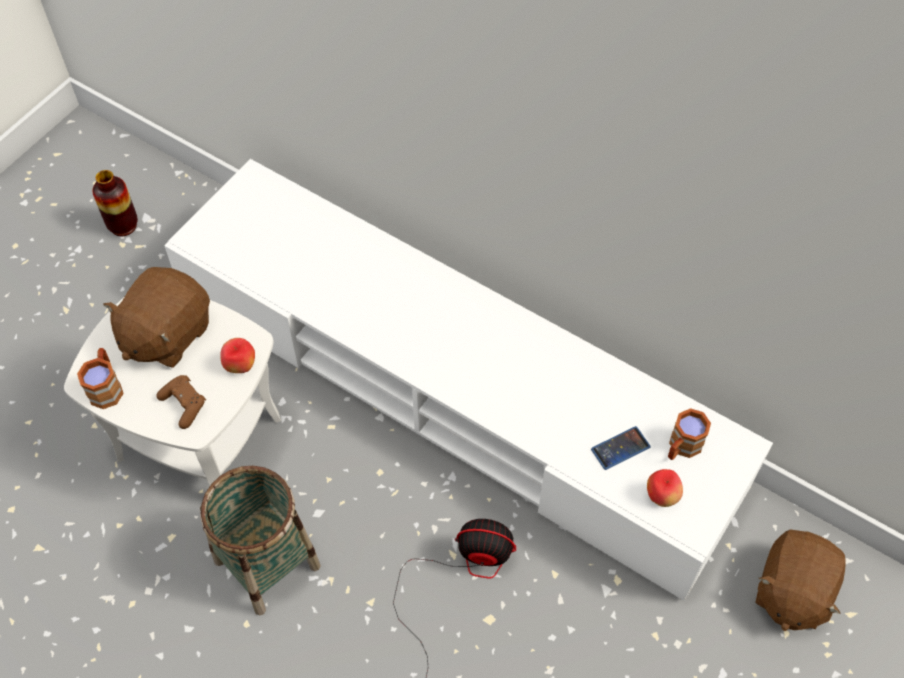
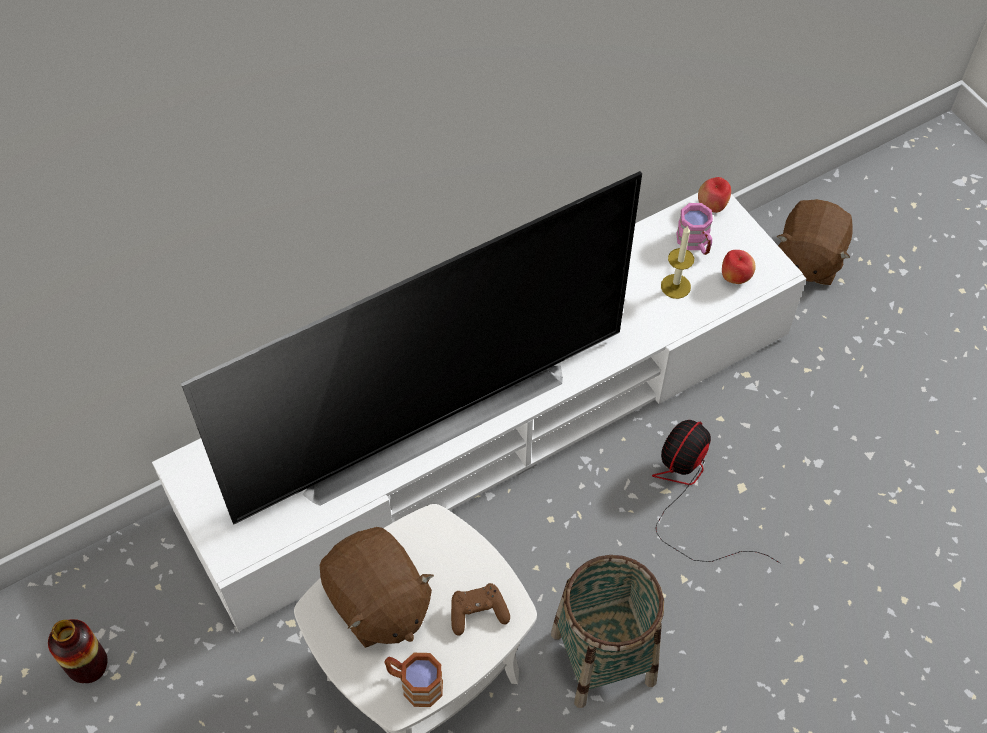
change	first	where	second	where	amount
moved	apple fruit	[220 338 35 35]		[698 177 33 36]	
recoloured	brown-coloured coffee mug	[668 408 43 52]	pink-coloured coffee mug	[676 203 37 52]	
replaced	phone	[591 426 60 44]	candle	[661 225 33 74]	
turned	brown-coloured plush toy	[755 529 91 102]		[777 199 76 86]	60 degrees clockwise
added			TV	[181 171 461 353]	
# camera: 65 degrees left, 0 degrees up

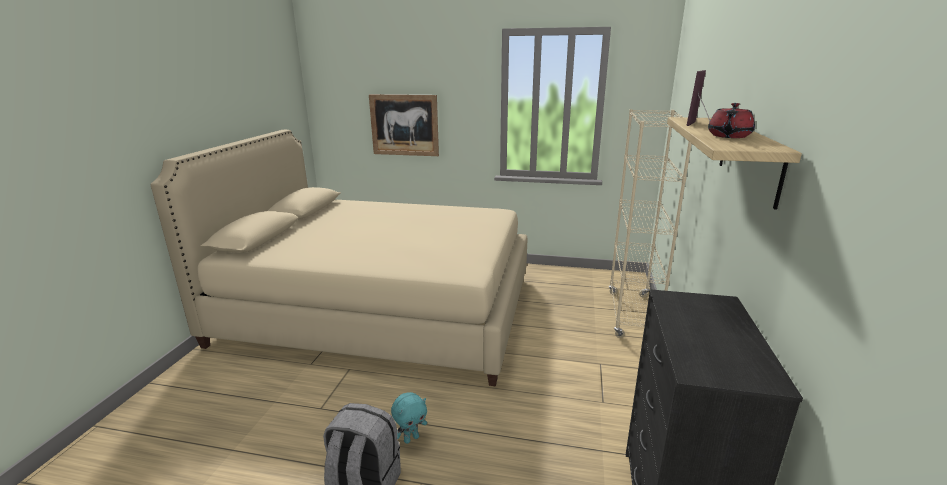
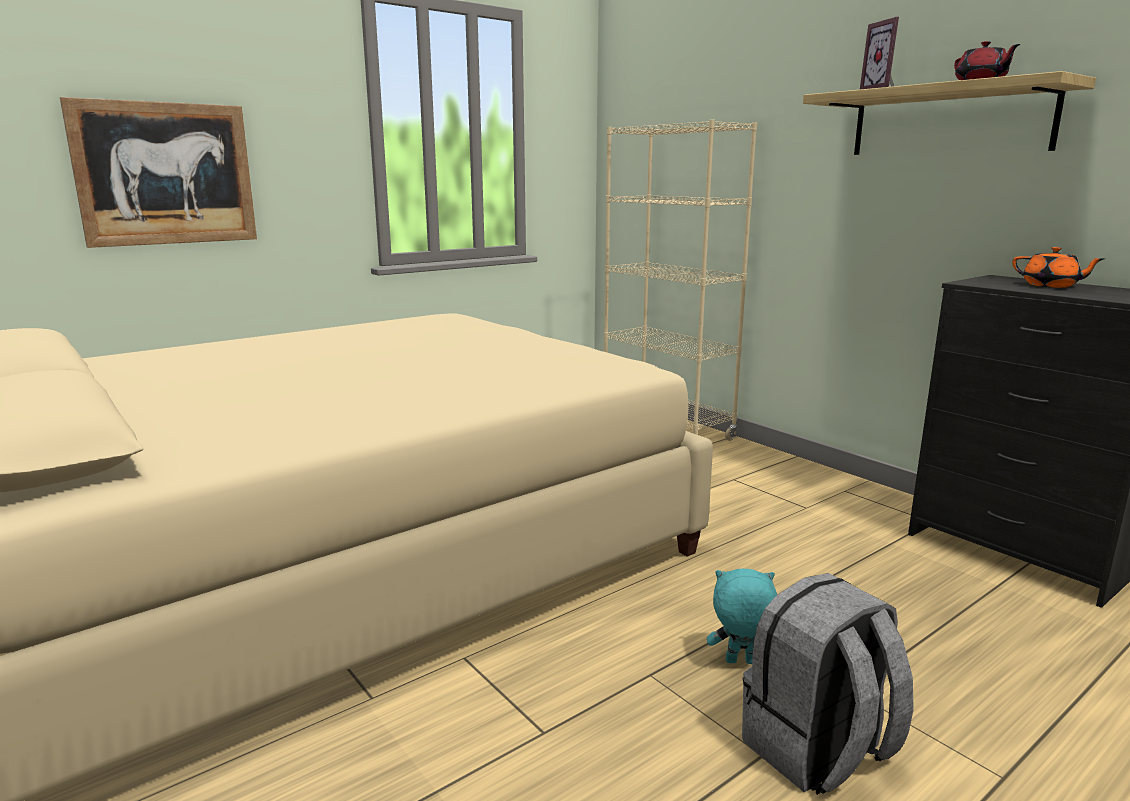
change	first	where	second	where	amount
turned	turquoise plush toy	[391 392 36 52]		[707 569 70 95]	90 degrees counterclockwise
added			orange teapot	[1012 247 94 41]	
# camera: 50 degrees left, 5 degrees down

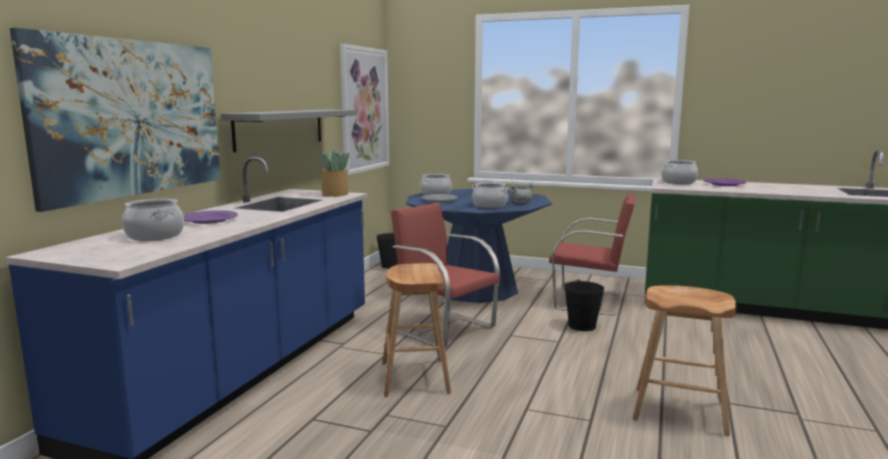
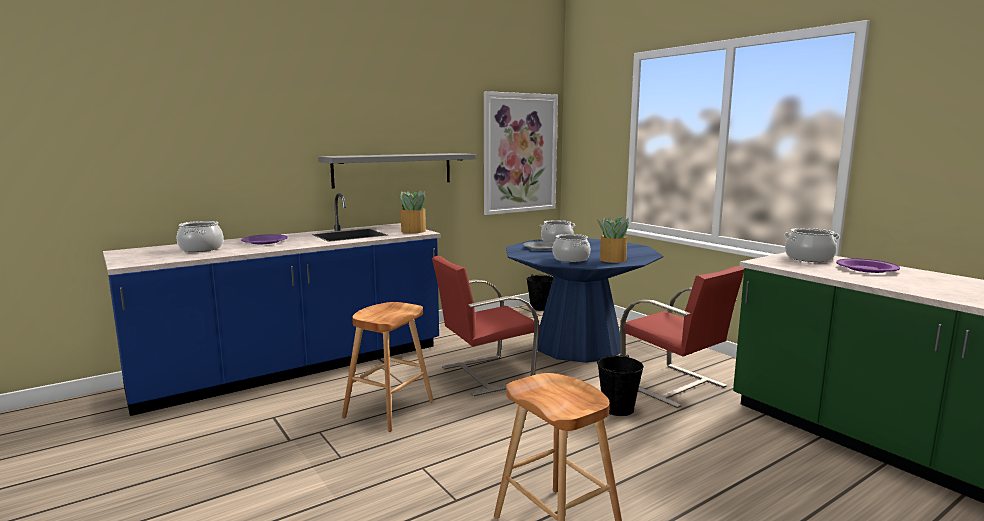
change	first	where	second	where	amount
removed	wall picture	[10 28 211 184]			
replaced	greyish stockpot	[510 183 24 20]	potted plant	[597 217 32 46]	
turned	red-coloured plain chair	[391 203 109 144]		[432 256 108 140]	105 degrees counterclockwise
# camera: 35 degrees right, 0 degrees up

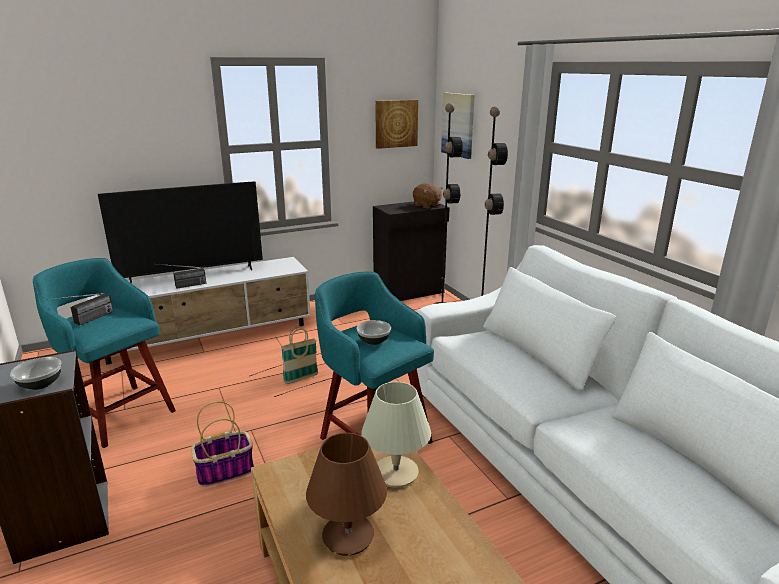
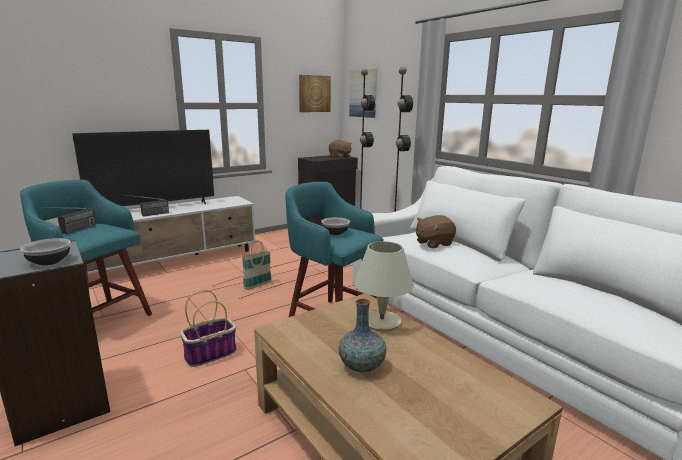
change	first	where	second	where	amount
replaced	brown-coloured lamp for a table	[306 433 81 123]	flower vase	[338 299 48 73]	
added			brown-coloured plush toy	[416 215 40 33]	
# camera: 10 degrees left, 5 degrees down

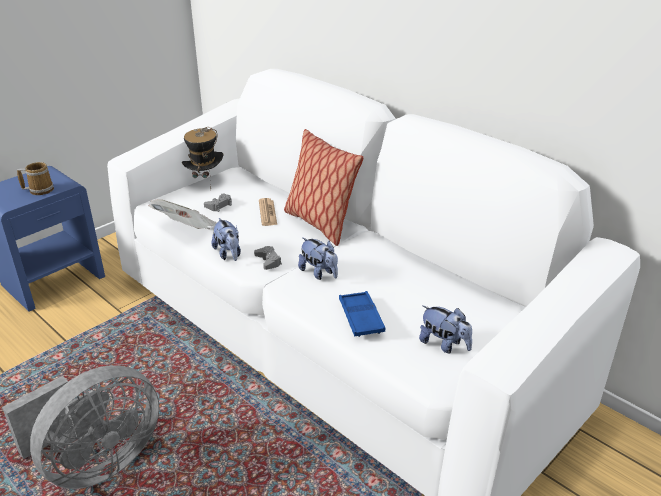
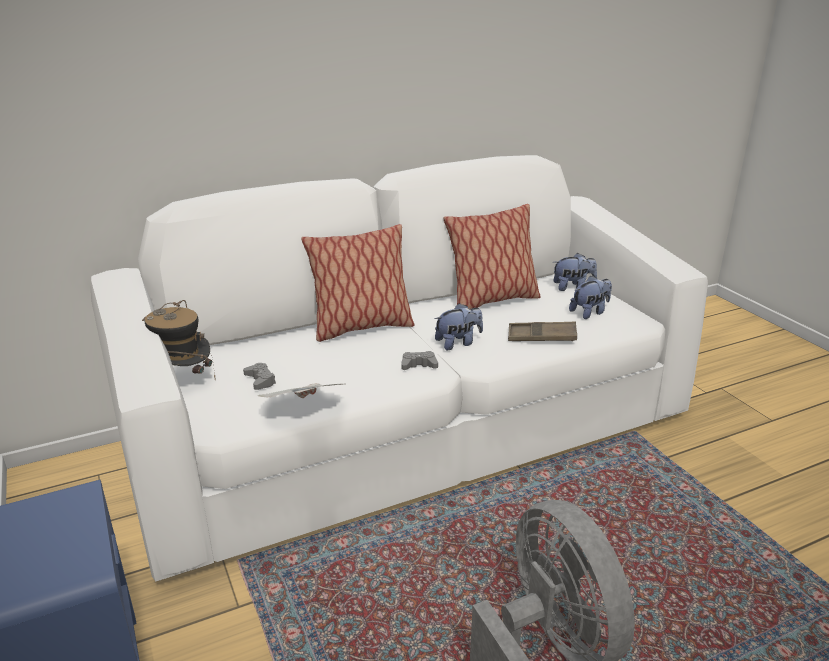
change	first	where	second	where	amount
removed	coffee mug	[17 162 37 33]			
removed	newspaper	[259 198 18 28]			
moved	plush toy	[212 218 29 43]		[553 253 44 38]	
recoloured	blue serving tray	[339 291 46 46]	brown-coloured serving tray	[508 322 69 19]	
added			throw pillow	[444 204 96 106]	
# camera: 70 degrees left, 5 degrees down

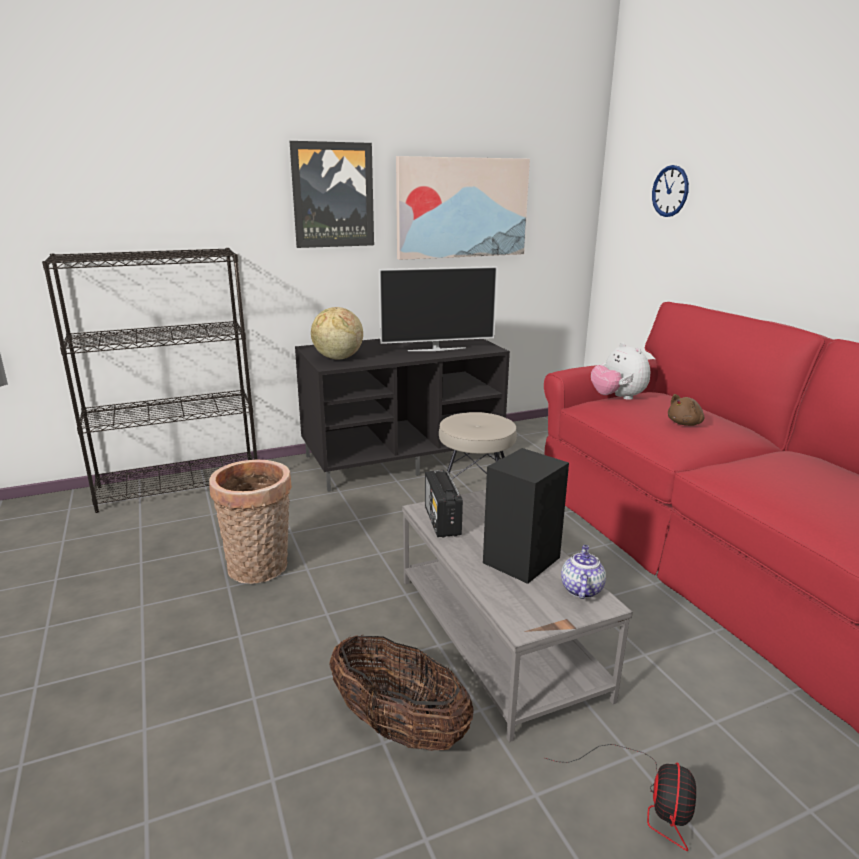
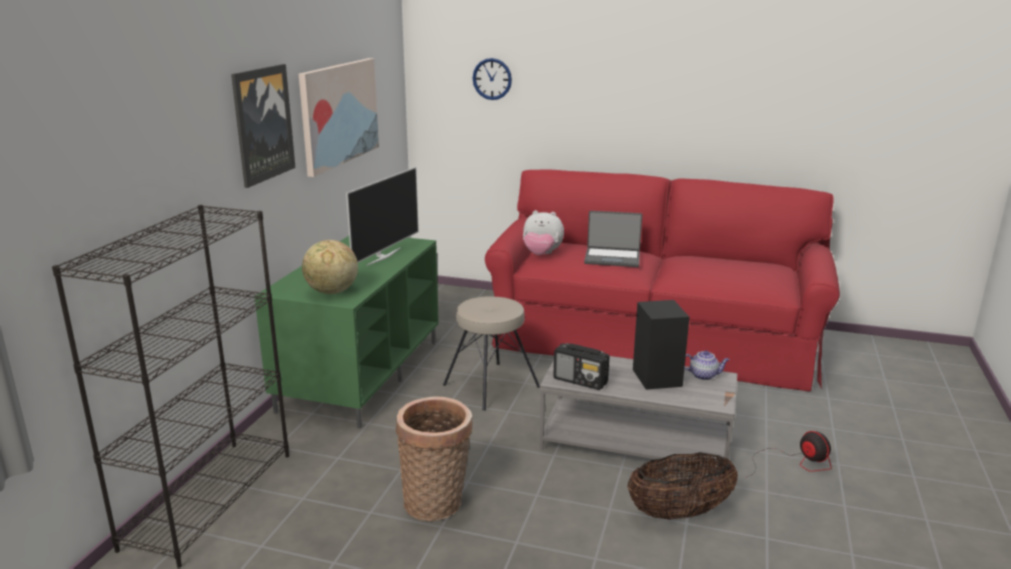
change	first	where	second	where	amount
recoloured	black media console	[295 339 215 153]	green-coloured media console	[254 236 185 193]	
replaced	brown-coloured plush toy	[668 394 36 32]	laptop	[584 211 58 56]	
turned	teapot	[561 545 45 54]		[684 351 46 29]	135 degrees clockwise
# camera: 50 degrees left, 0 degrees up

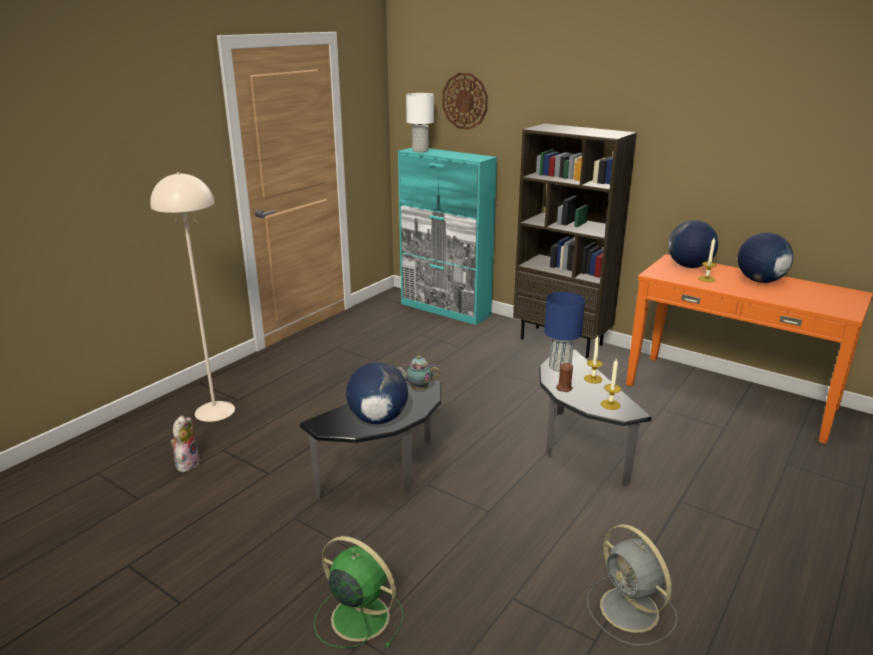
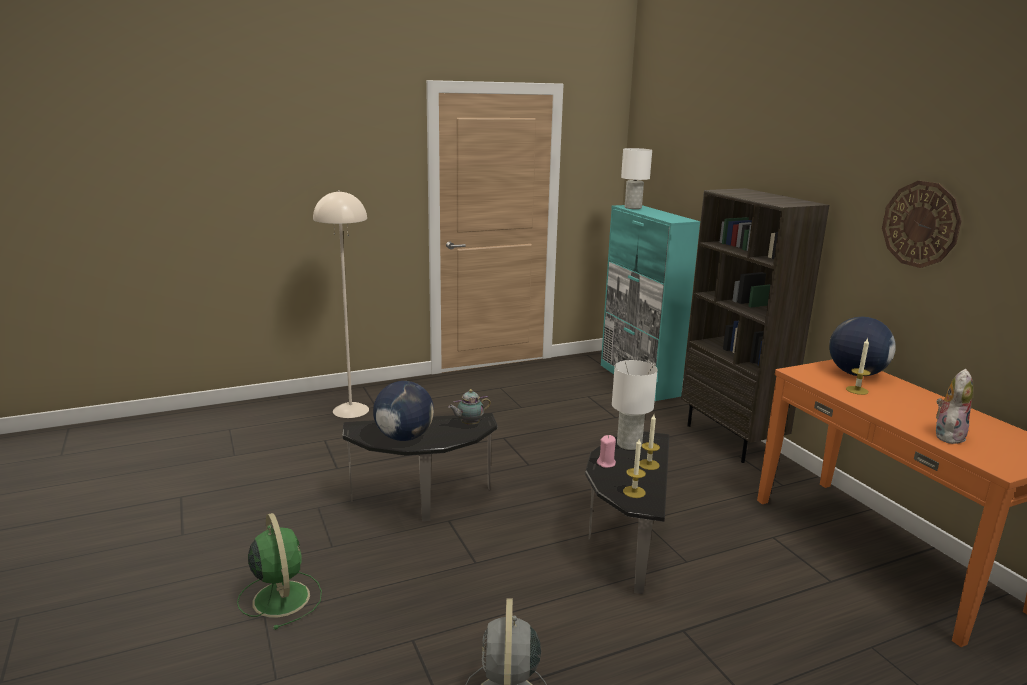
change	first	where	second	where	amount
moved	hanging clock	[442 73 46 57]		[882 181 80 87]	
removed	world globe	[738 232 55 51]			
recoloured	blue lamp for a table	[544 292 41 80]	white-coloured lamp for a table	[612 360 46 90]	
turned	teapot	[396 355 45 35]		[448 389 43 36]	60 degrees counterclockwise
recoloured	brown-coloured candle	[556 363 17 29]	pink-coloured candle	[597 435 19 33]	
moved	plush toy	[171 416 30 57]		[936 369 37 75]	
# camera: 30 degrees right, 5 degrees down

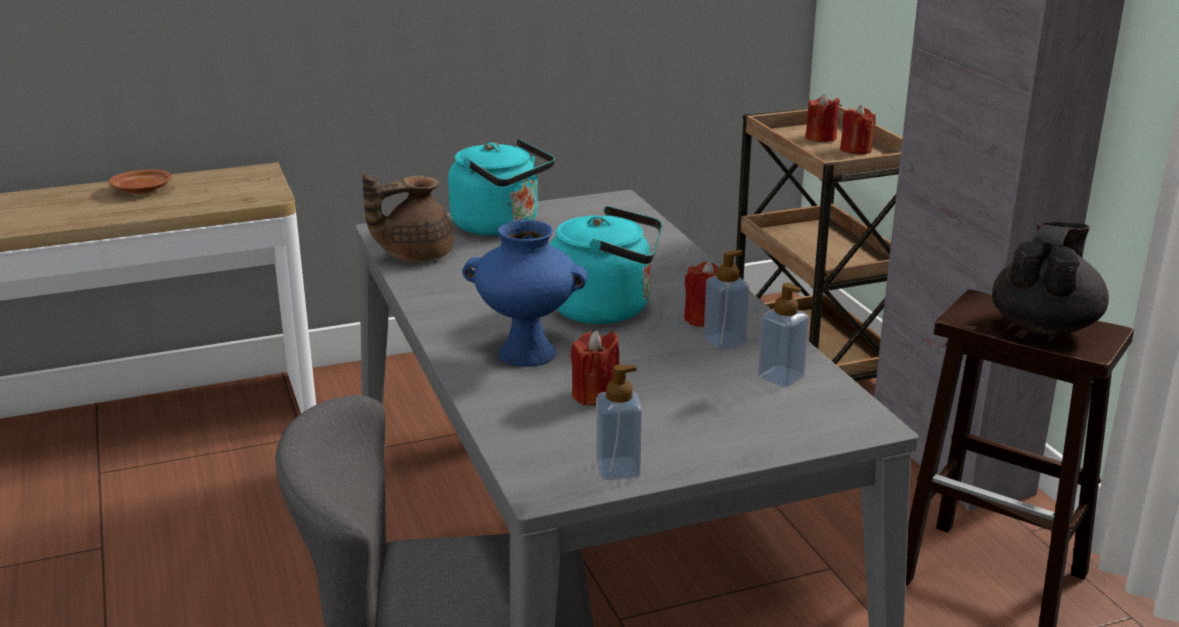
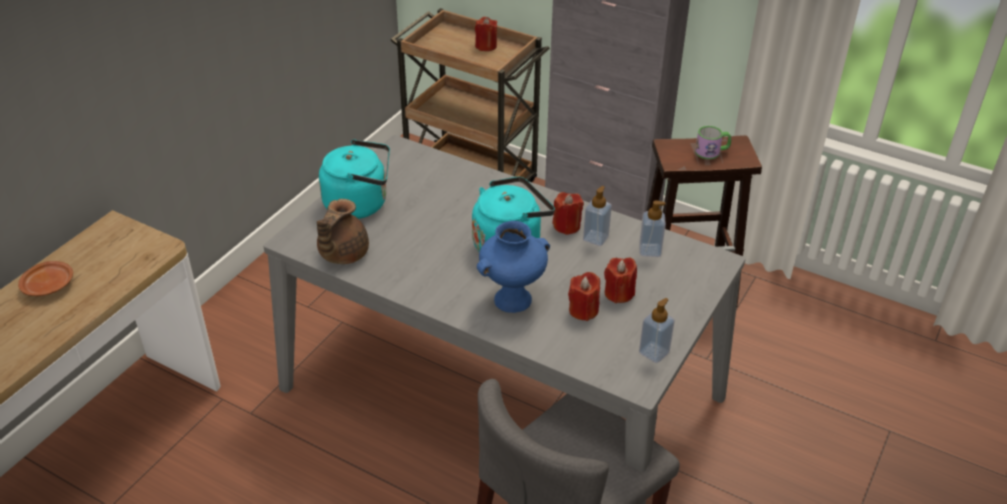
change	first	where	second	where	amount
moved	red-coloured candle	[806 94 34 48]		[604 258 33 45]	
replaced	black teapot	[992 222 117 114]	coffee mug	[695 126 36 33]	
# camera: 40 degrees left, 15 degrees up

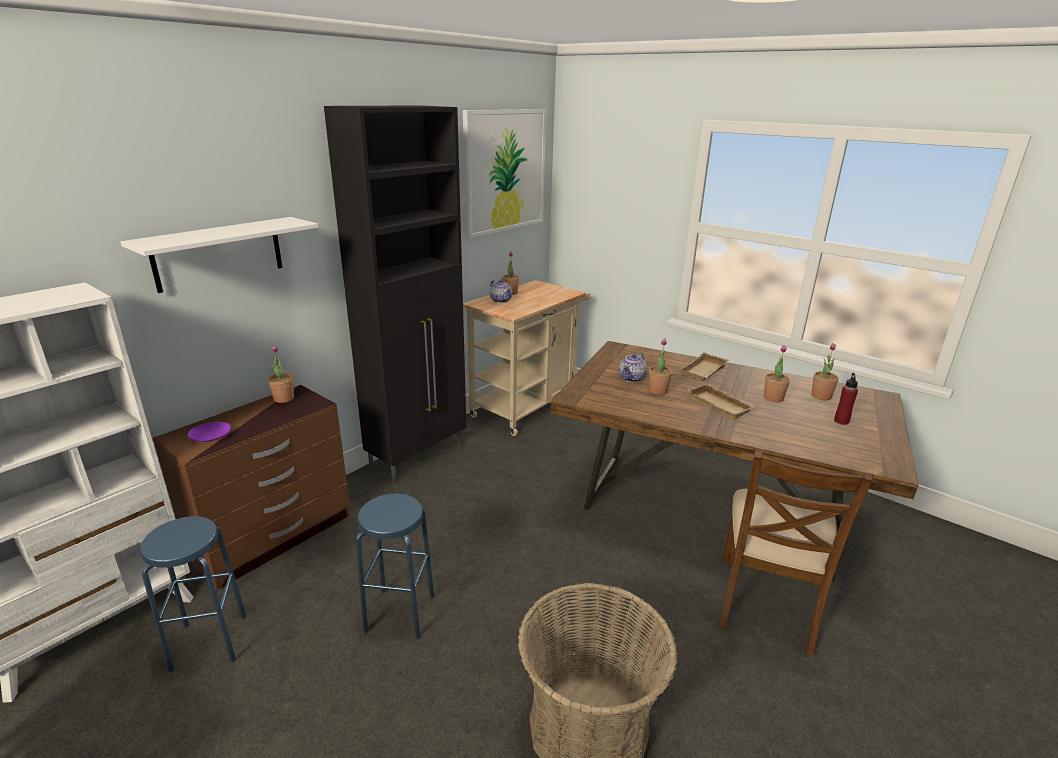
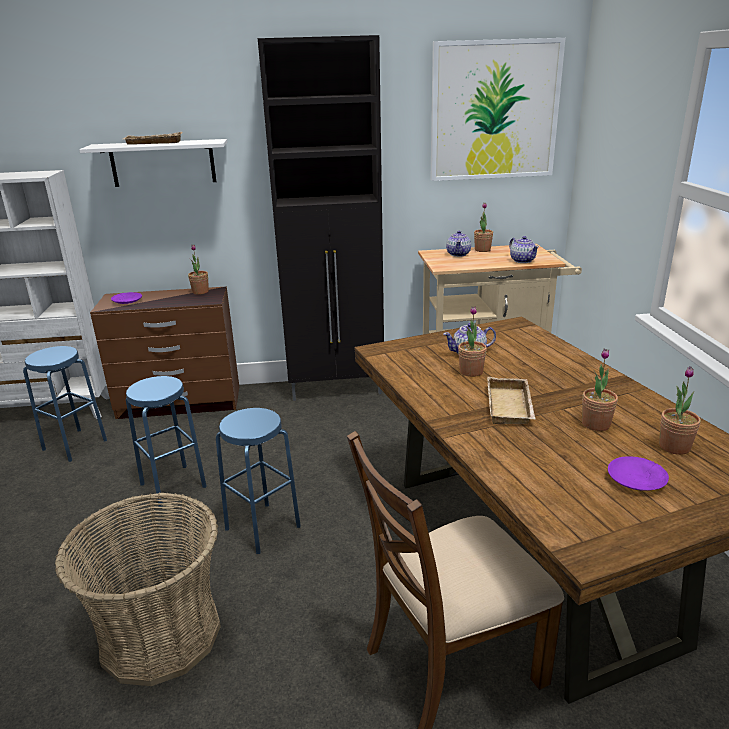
change	first	where	second	where	amount
moved	beige-coloured serving tray	[681 352 48 29]		[123 132 60 13]	
replaced	red-coloured drink bottle	[834 373 24 52]	purplish dinner plate	[608 456 61 35]	
added			teapot	[509 236 30 27]	
added			blue sitting stool	[216 408 85 146]	
# camera: 45 degrees right, 0 degrees up

